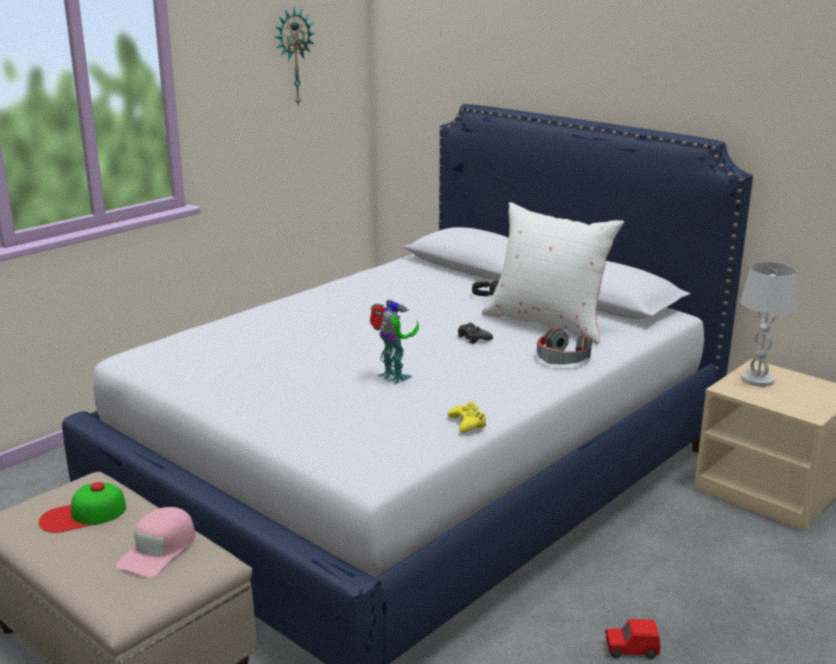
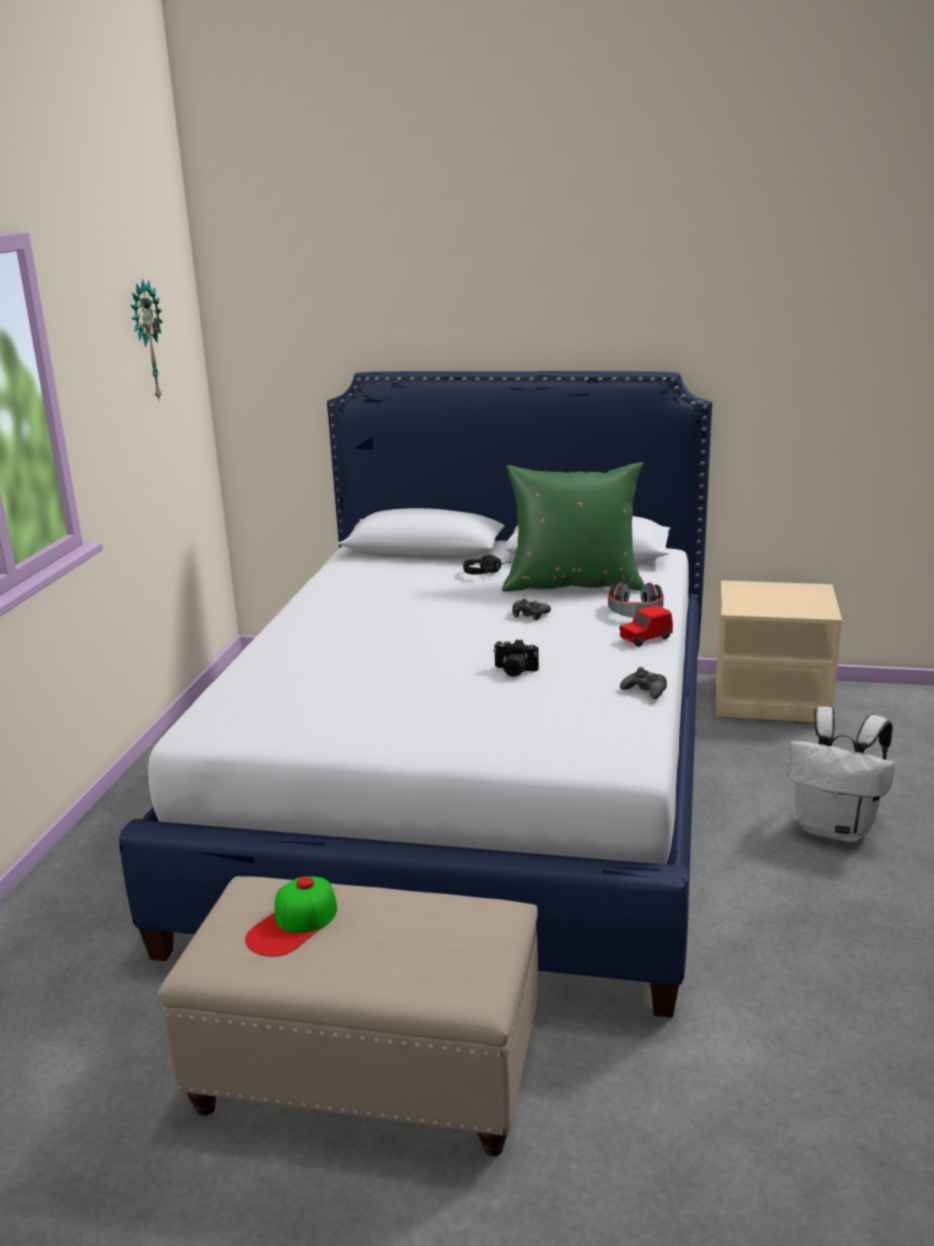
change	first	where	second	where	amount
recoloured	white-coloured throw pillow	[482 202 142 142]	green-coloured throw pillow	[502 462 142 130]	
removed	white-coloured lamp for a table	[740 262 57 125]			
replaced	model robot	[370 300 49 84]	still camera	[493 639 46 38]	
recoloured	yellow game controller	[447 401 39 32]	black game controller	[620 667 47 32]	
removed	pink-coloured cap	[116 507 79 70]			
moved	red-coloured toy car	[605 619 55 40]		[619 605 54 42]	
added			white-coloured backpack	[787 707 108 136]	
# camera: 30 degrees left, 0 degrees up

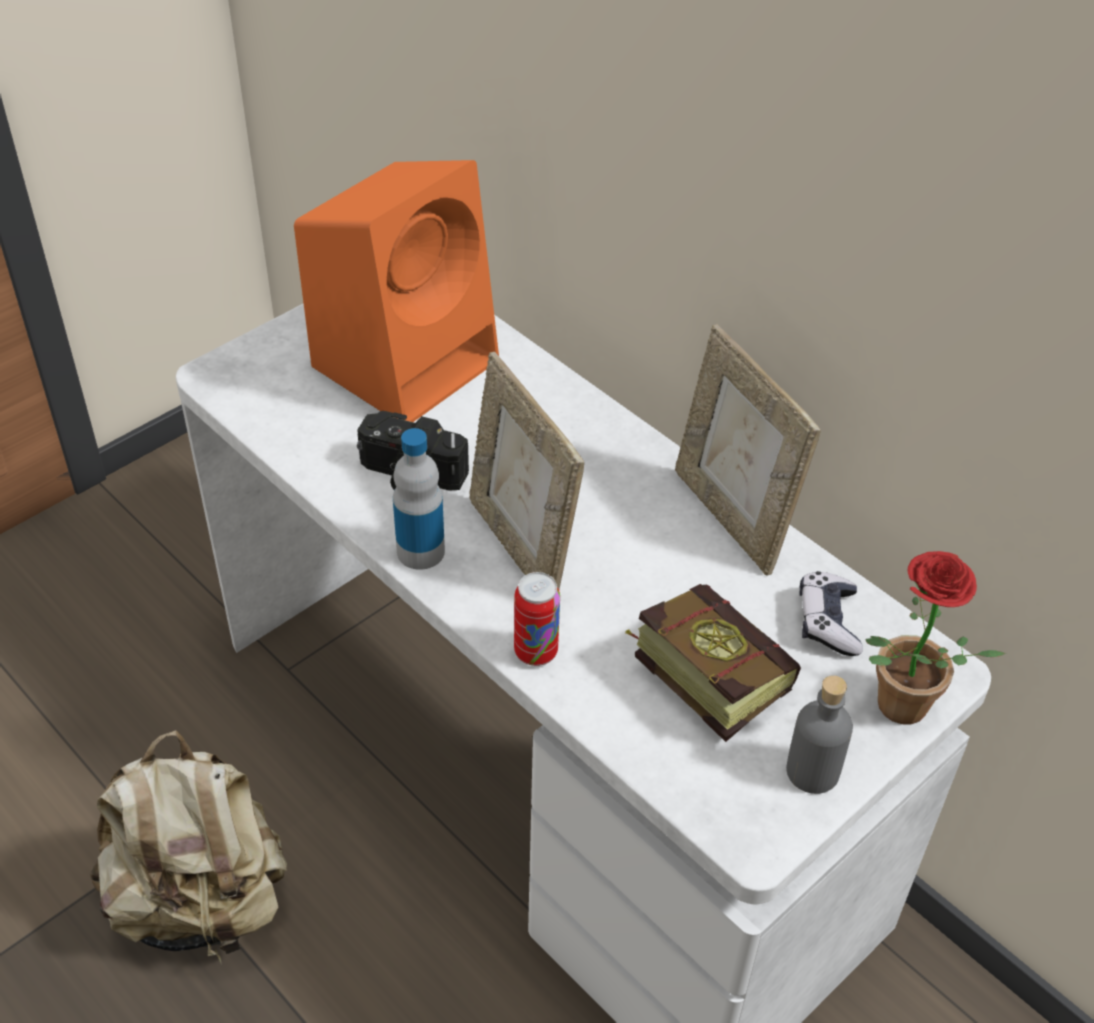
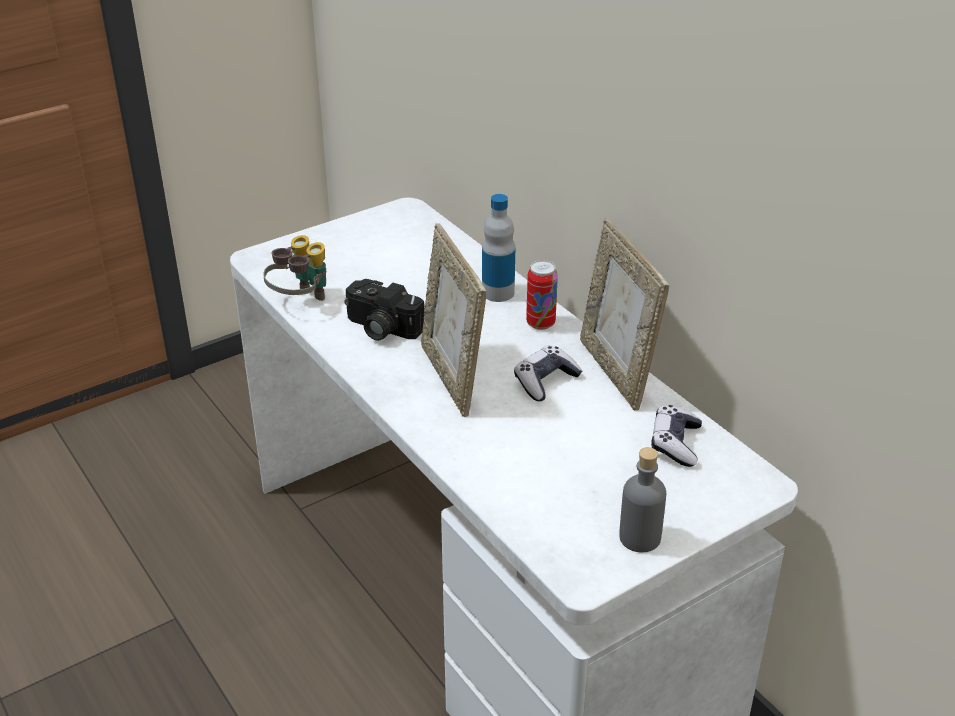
change	first	where	second	where	amount
removed	orange audio speaker	[294 160 205 262]			
moved	drink bottle	[393 428 52 142]		[482 194 33 108]	
removed	potted plant	[865 551 141 173]			
moved	sealed can	[514 572 46 94]		[526 260 32 70]	
removed	volume	[625 584 176 158]			
removed	beige-coloured backpack	[89 730 198 233]			
added			pair of binoculars	[263 235 63 66]	
added			game controller	[514 346 68 55]	
# camera: 10 degrees right, 10 degrees down

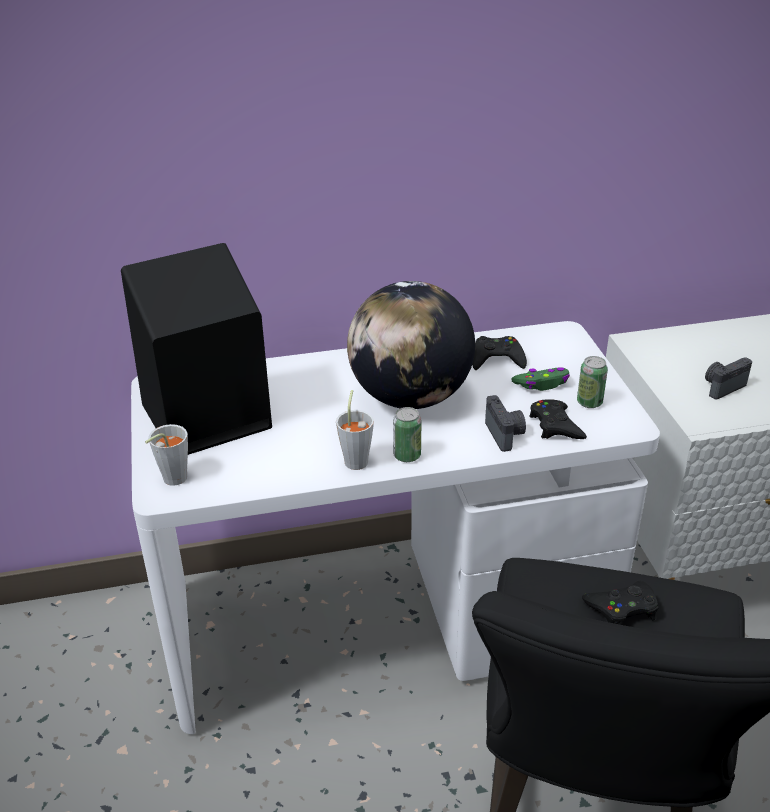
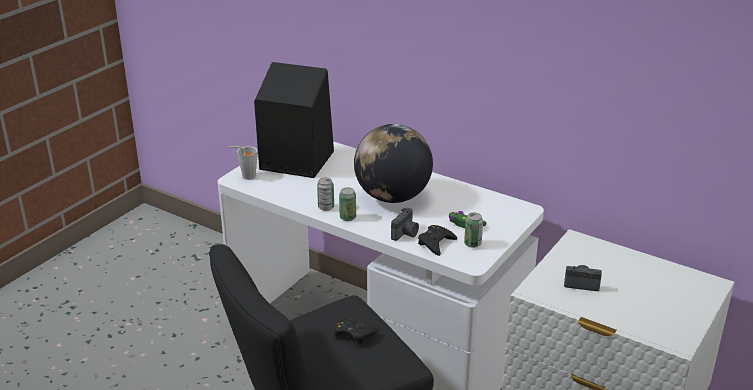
change	first	where	second	where	amount
removed	black game controller	[472 336 55 34]			
replaced	greyish small cup	[336 390 38 80]	sealed can	[317 178 17 33]	
# camera: 45 degrees right, 5 degrees down

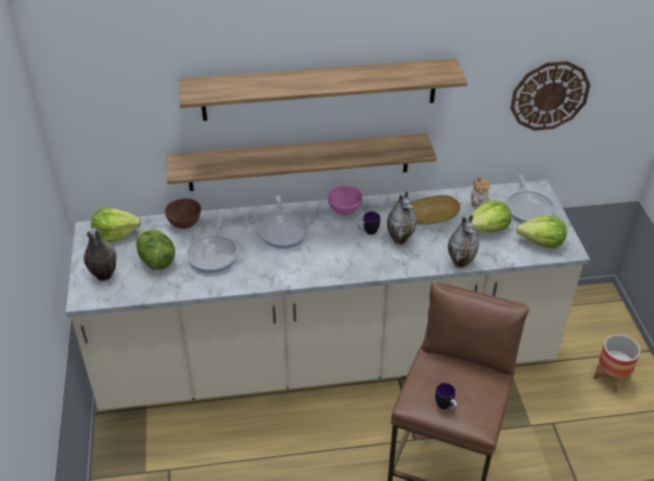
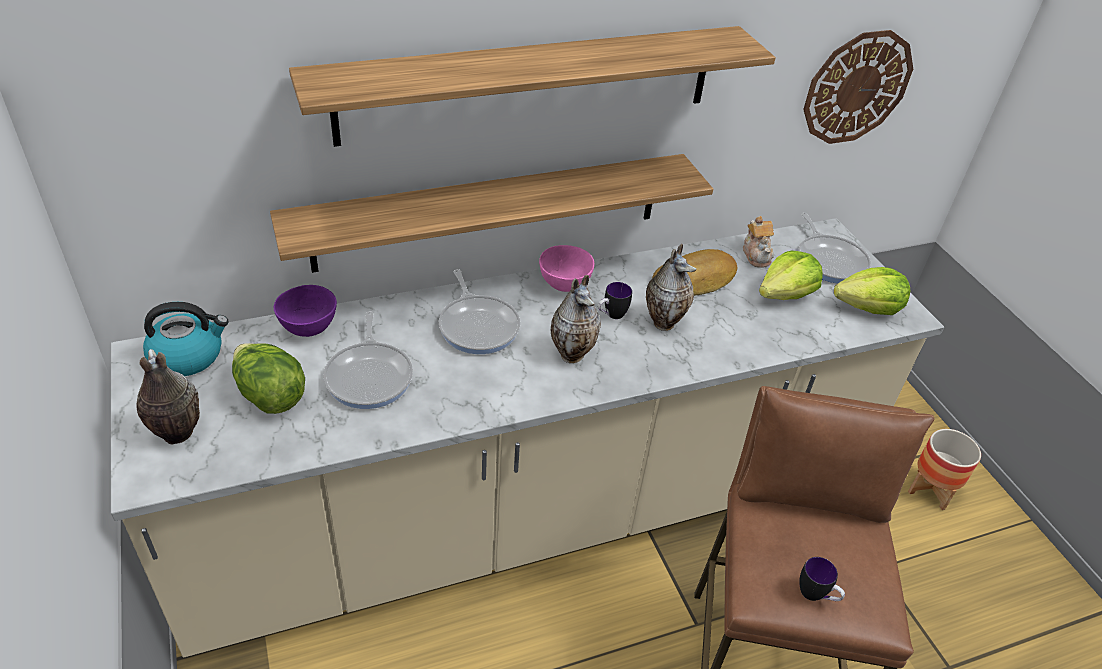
change	first	where	second	where	amount
recoloured	brown-coloured serving bowl	[165 198 36 31]	purplish serving bowl	[274 285 63 52]	
replaced	head of lettuce	[91 208 50 34]	kettle	[143 302 86 74]	
moved	flower vase	[448 215 31 53]		[550 275 51 88]	
# camera: 15 degrees left, 0 degrees up

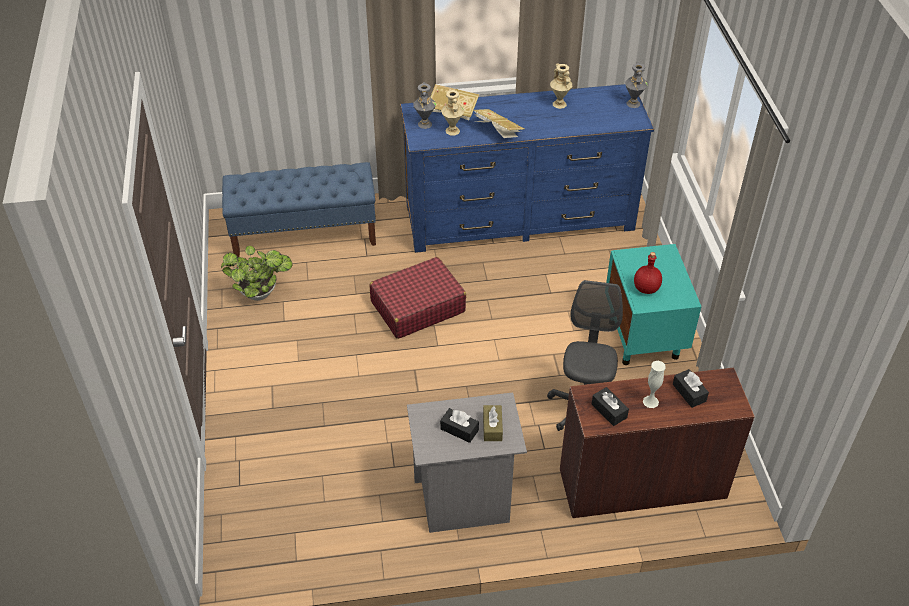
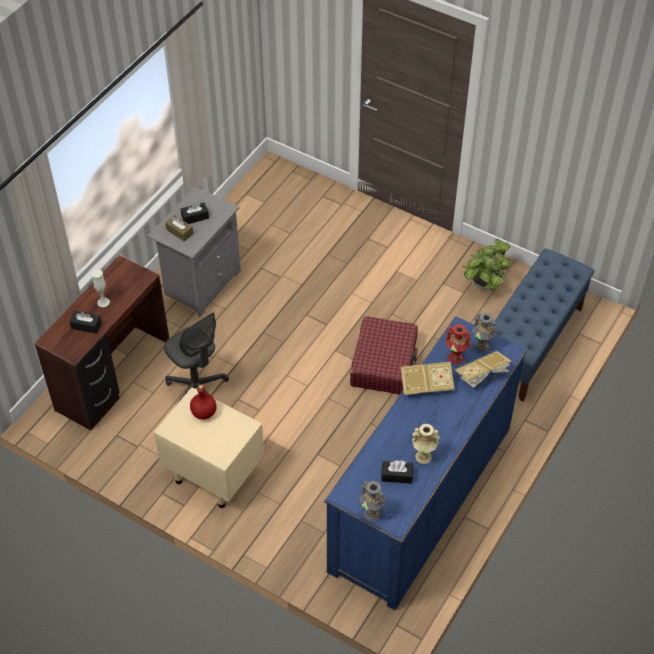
change	first	where	second	where	amount
recoloured	beige-coloured flower vase	[441 89 23 47]	red-coloured flower vase	[446 324 25 40]	
recoloured	turquoise night table	[606 244 95 121]	beige-coloured night table	[154 387 110 121]	
moved	black tissue holder	[592 387 37 39]		[381 460 32 24]	
# camera: 130 degrees right, 5 degrees up

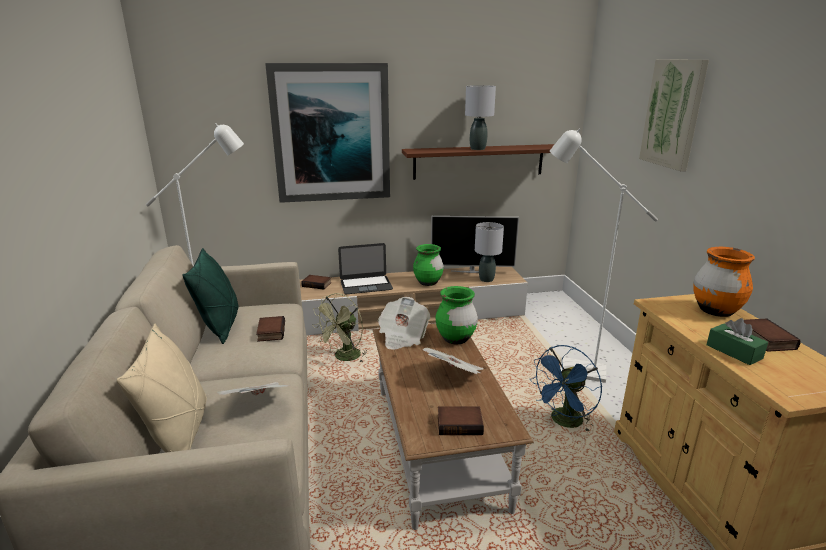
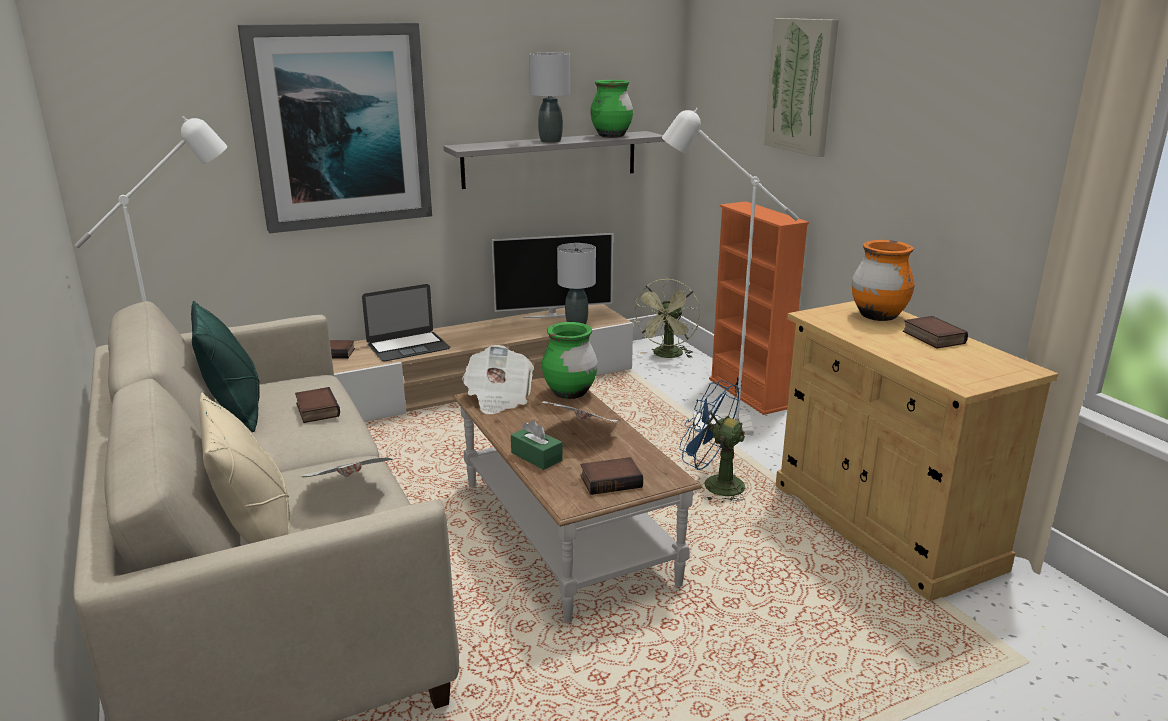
change	first	where	second	where	amount
recoloured	brown-coloured wall shelf	[402 144 152 36]	greyish wall shelf	[443 131 222 58]	
moved	green-coloured flower vase	[413 244 31 42]		[590 80 43 58]	
moved	green-coloured fan	[312 293 55 70]		[633 279 67 79]	
moved	green-coloured tissue holder	[707 318 61 47]		[511 420 52 50]	
turned	blue fan	[530 345 72 86]		[679 380 66 122]	90 degrees clockwise
added			orange bookcase	[709 201 100 214]	
# camera: 15 degrees left, 0 degrees up

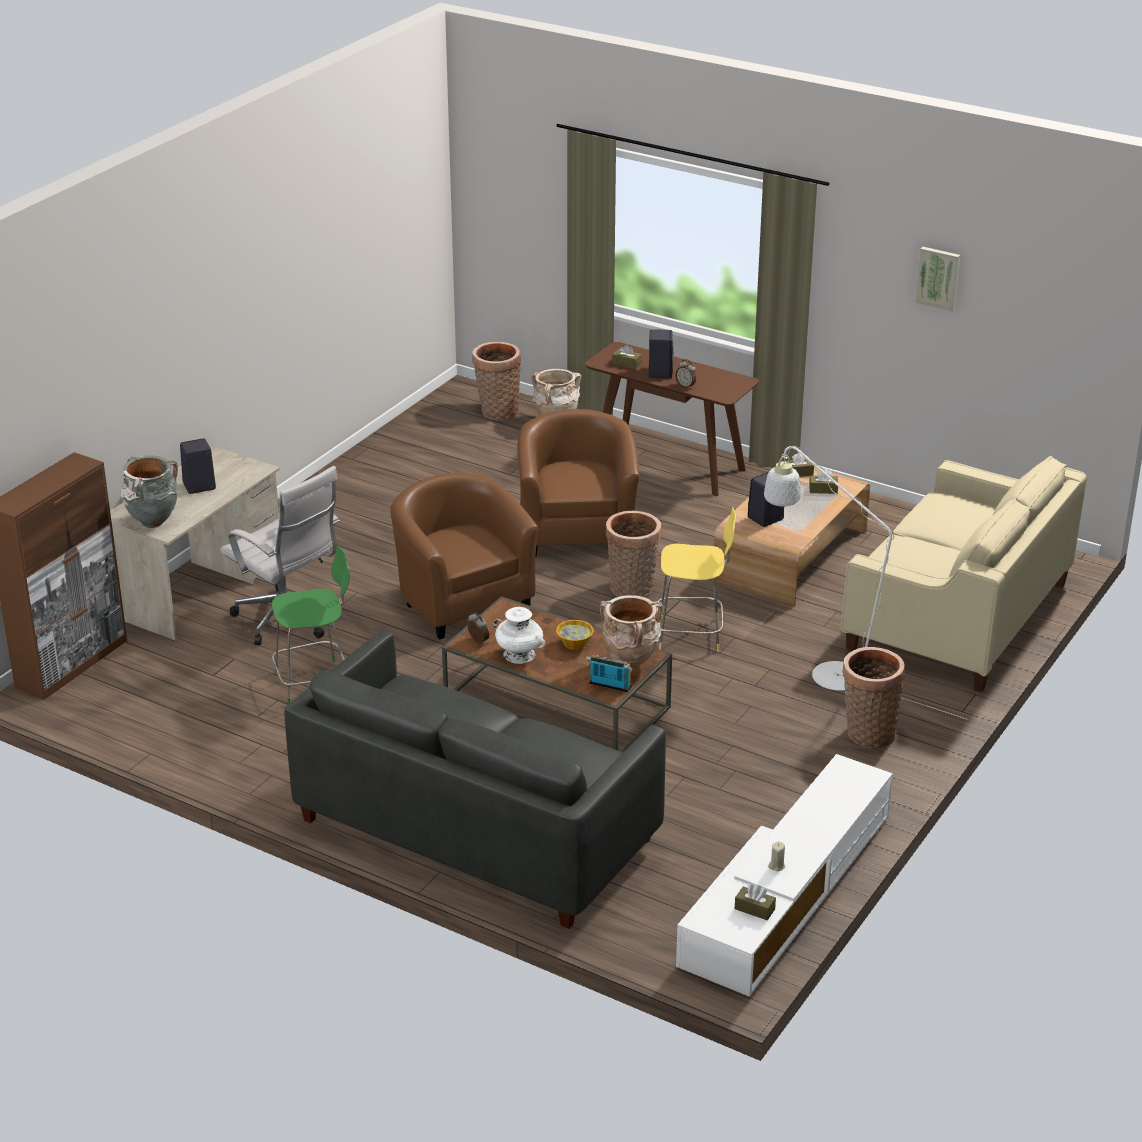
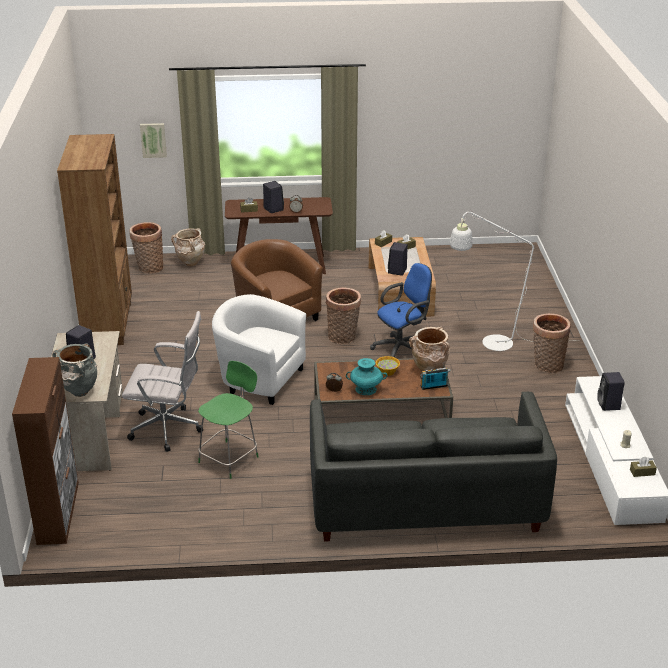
change	first	where	second	where	amount
moved	wall picture	[916 247 44 64]		[140 123 27 35]	
removed	beige-coloured settee	[840 456 247 237]			
recoloured	brown-coloured armchair	[390 473 148 167]	white-coloured armchair	[212 294 94 111]	
replaced	yellow sitting stool	[656 507 80 144]	blue office chair	[370 263 62 95]	
recoloured	white-coloured flower vase	[494 607 52 57]	turquoise flower vase	[346 358 41 37]	
added			brown-coloured bookcase	[57 134 75 211]	
added			black audio speaker	[597 372 28 39]	
# camera: 35 degrees left, 0 degrees up

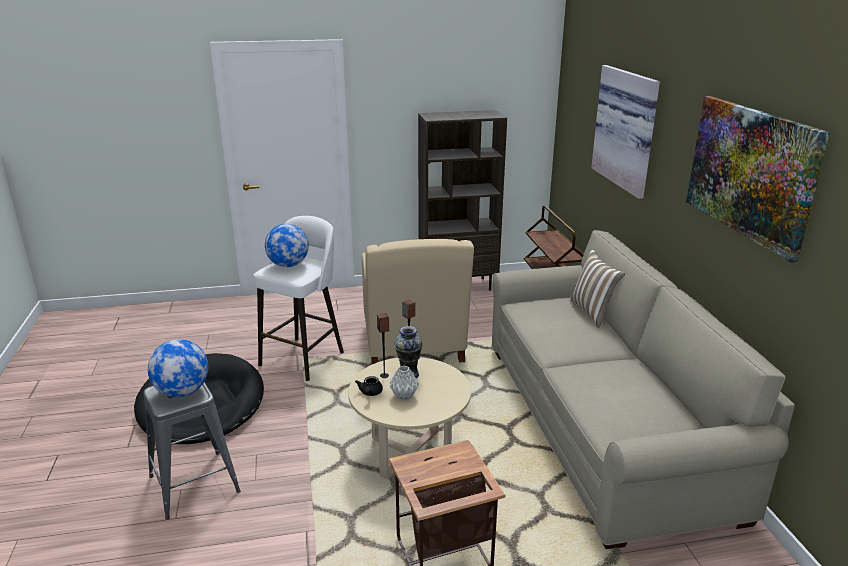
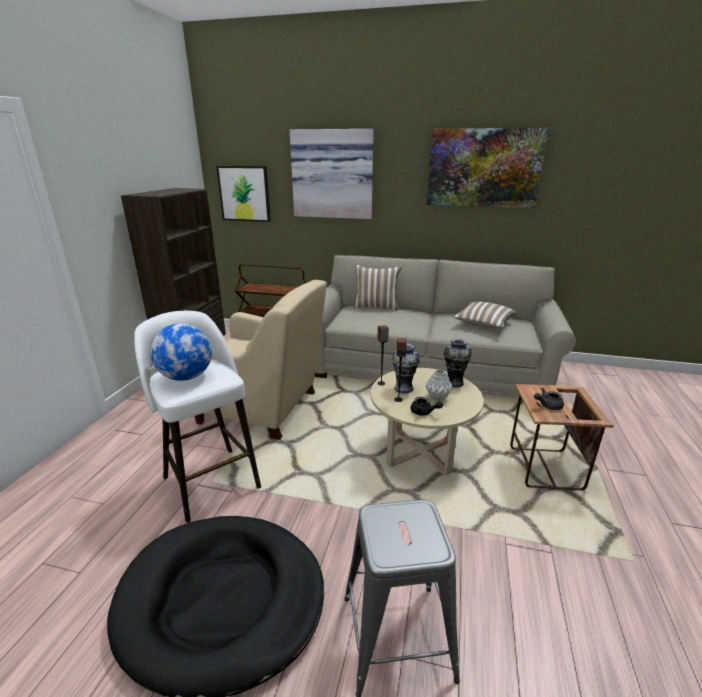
change	first	where	second	where	amount
removed	world globe	[148 339 60 58]			
added			wall picture	[216 166 55 56]	
added			throw pillow	[453 301 64 27]	
added			flower vase	[444 338 27 49]	
added			greyish teapot	[534 388 30 22]	
# camera: 65 degrees left, 0 degrees up

